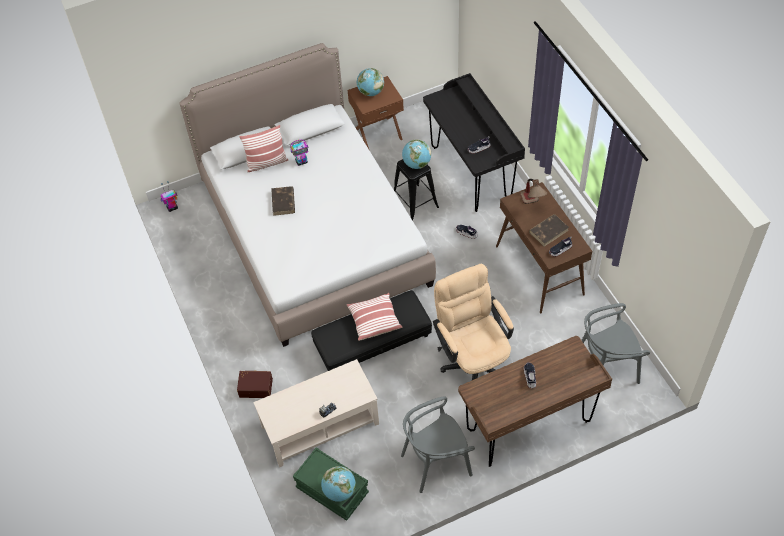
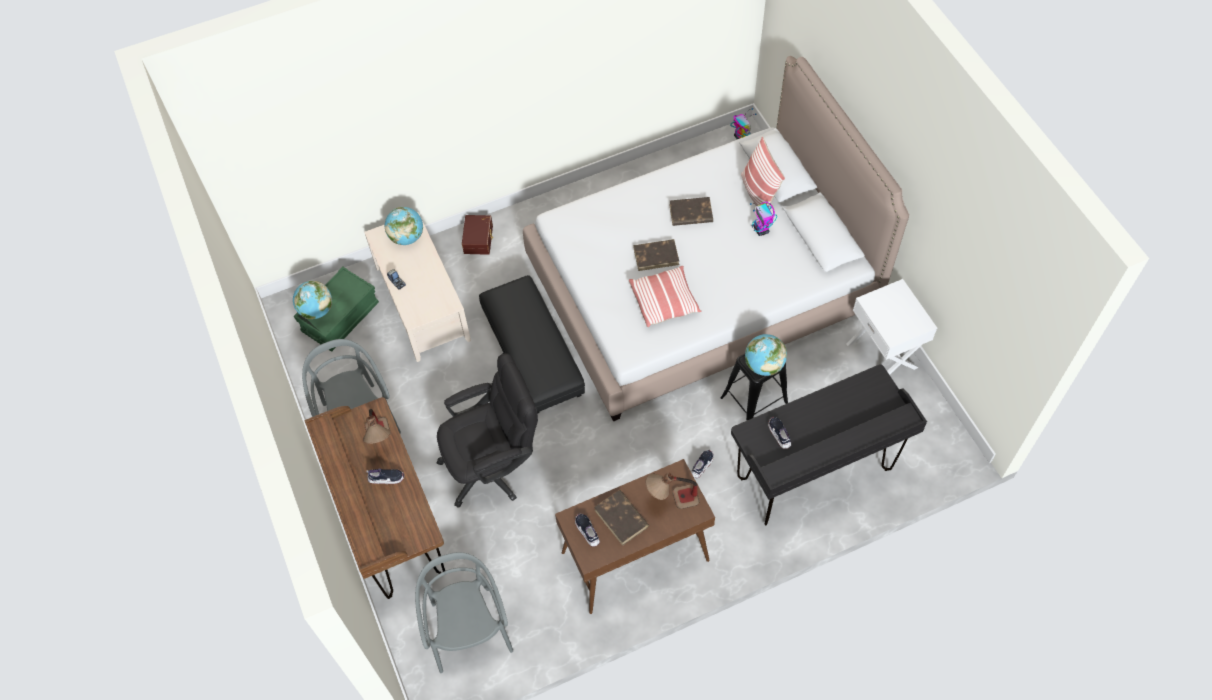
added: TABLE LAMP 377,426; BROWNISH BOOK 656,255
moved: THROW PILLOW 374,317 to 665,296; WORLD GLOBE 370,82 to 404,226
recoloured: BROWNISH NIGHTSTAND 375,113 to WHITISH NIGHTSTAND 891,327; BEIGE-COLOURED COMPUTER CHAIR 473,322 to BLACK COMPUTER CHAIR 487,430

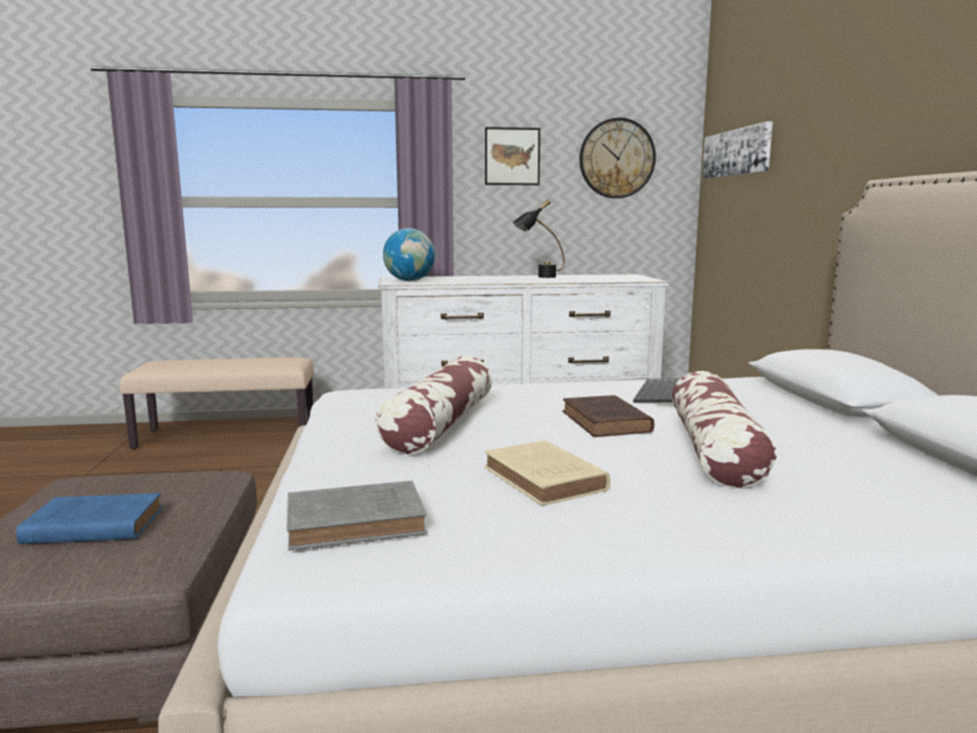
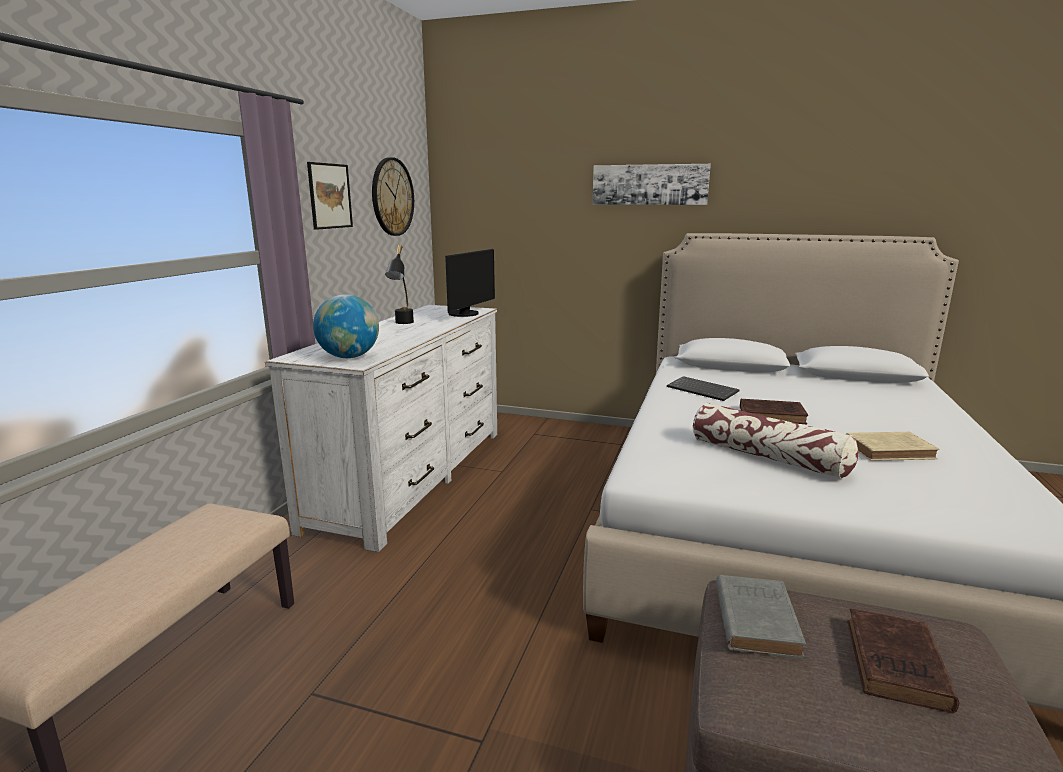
removed: THROW PILLOW 724,429
added: MONITOR 470,283
moved: GREYISH BOOK 357,516 to 761,617; WALL PICTURE 737,150 to 651,184
recoloured: BLUE BOOK 89,518 to BROWNISH BOOK 903,661

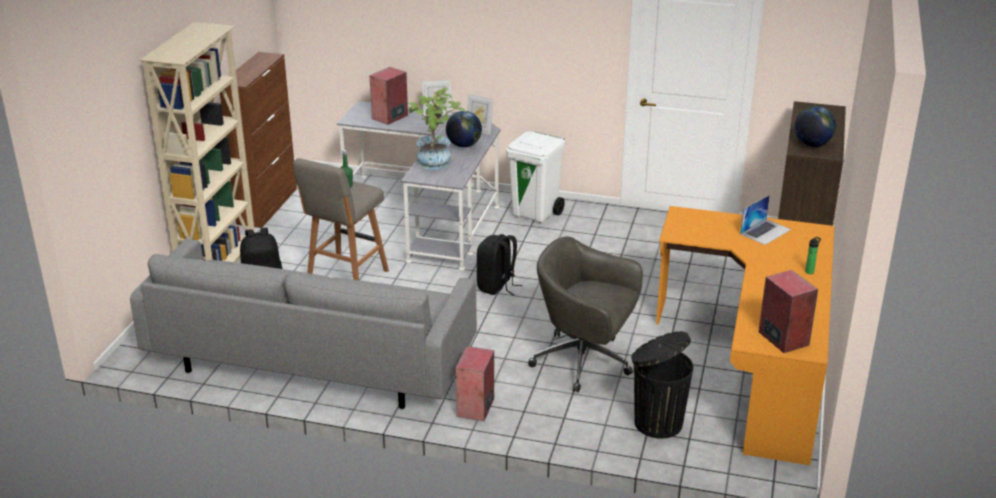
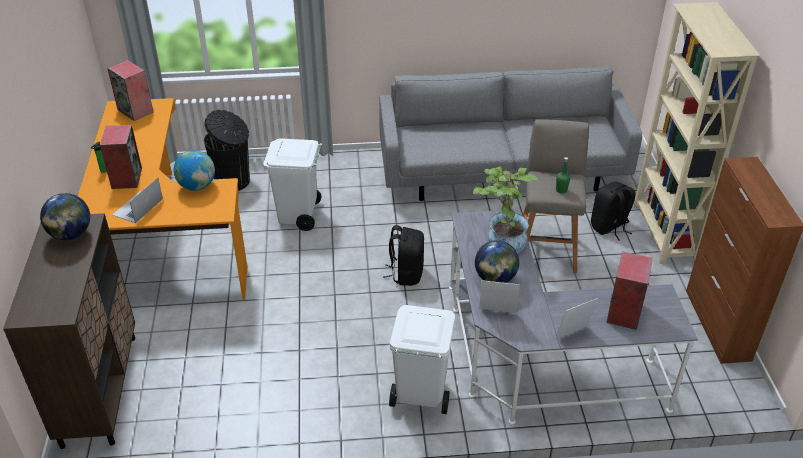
added: WORLD GLOBE 194,170
moved: AUDIO SPEAKER 475,383 to 121,157
replaced: GREYISH COMPUTER CHAIR 585,314 to WHITISH TRASH CAN 292,184

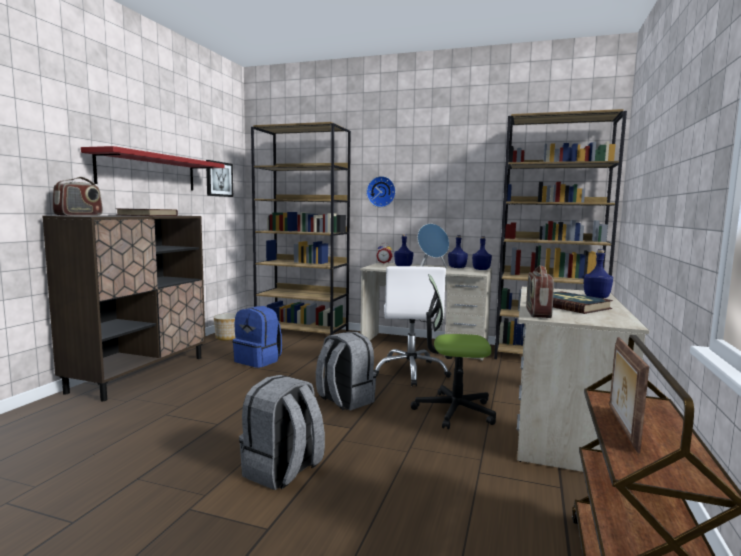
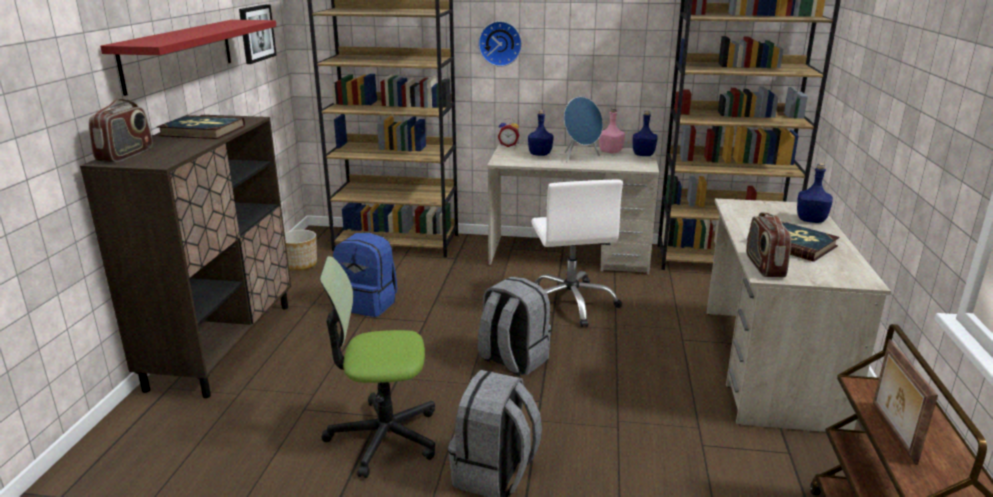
moved: COMPUTER CHAIR 453,351 to 377,367
recoloured: BLUE BOTTLE 458,251 to PINKISH BOTTLE 612,130

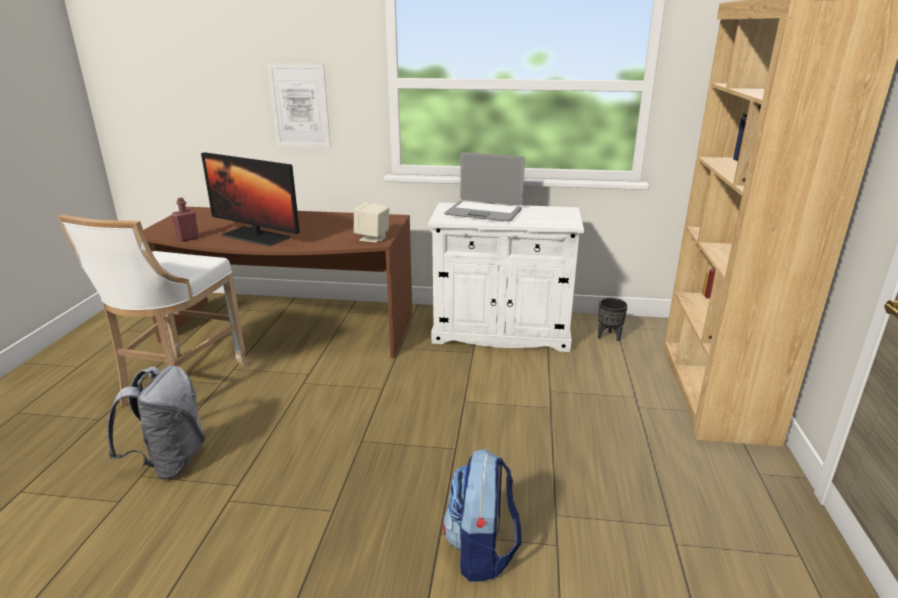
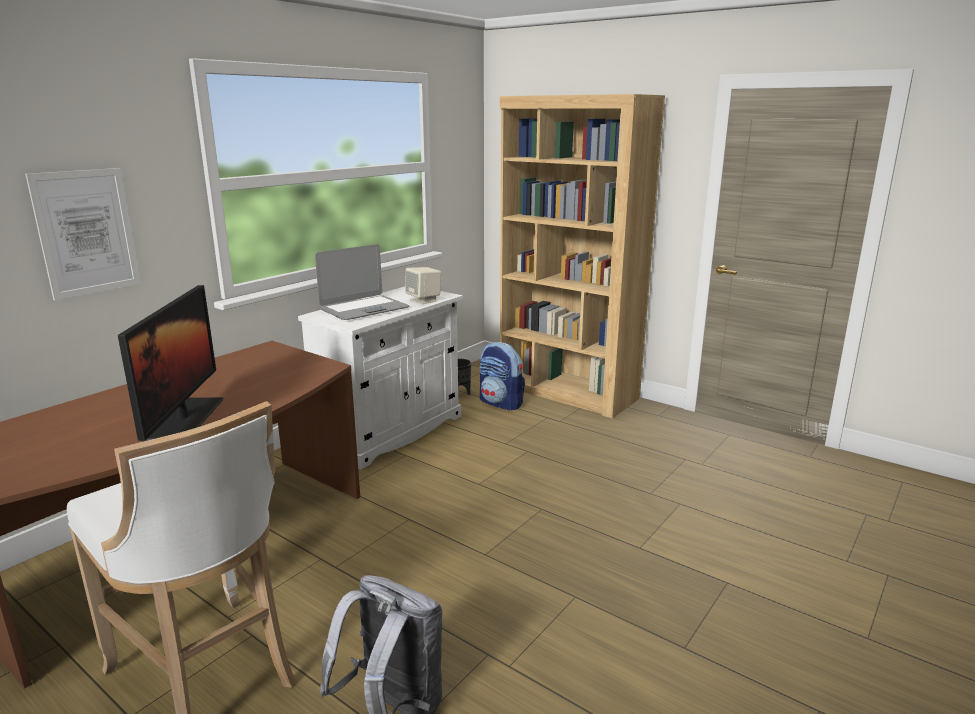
removed: RED-COLOURED BOTTLE 185,220
moved: BEIGE-COLOURED AUDIO SPEAKER 371,222 to 423,285; RUCKSACK 482,515 to 502,376
turned: MONITOR 250,199 = 170,363 60 degrees counterclockwise

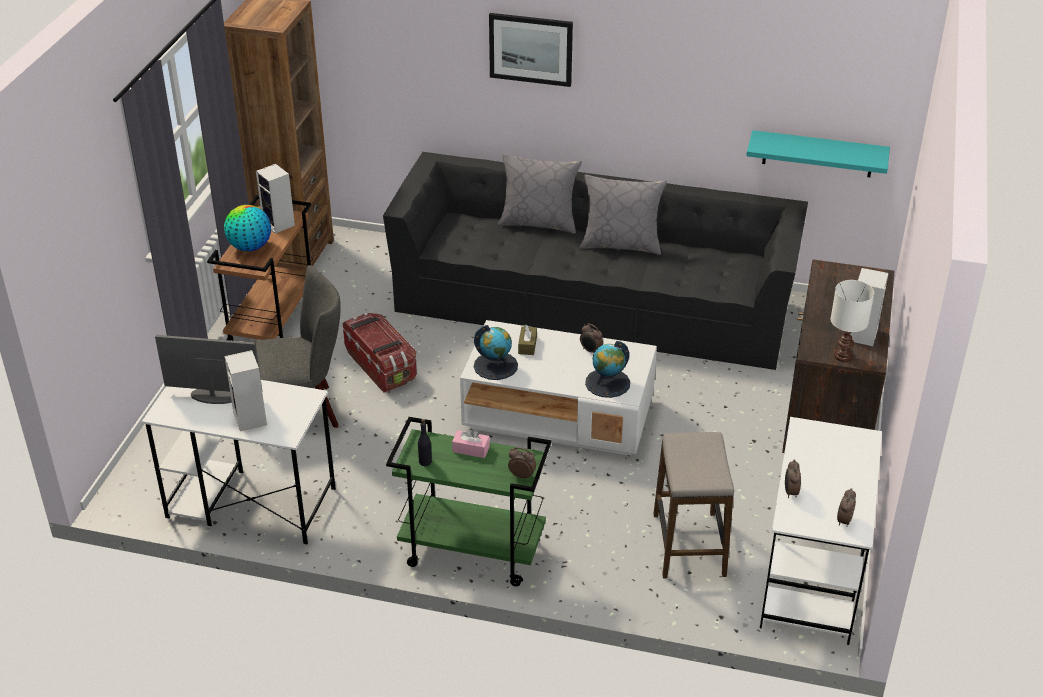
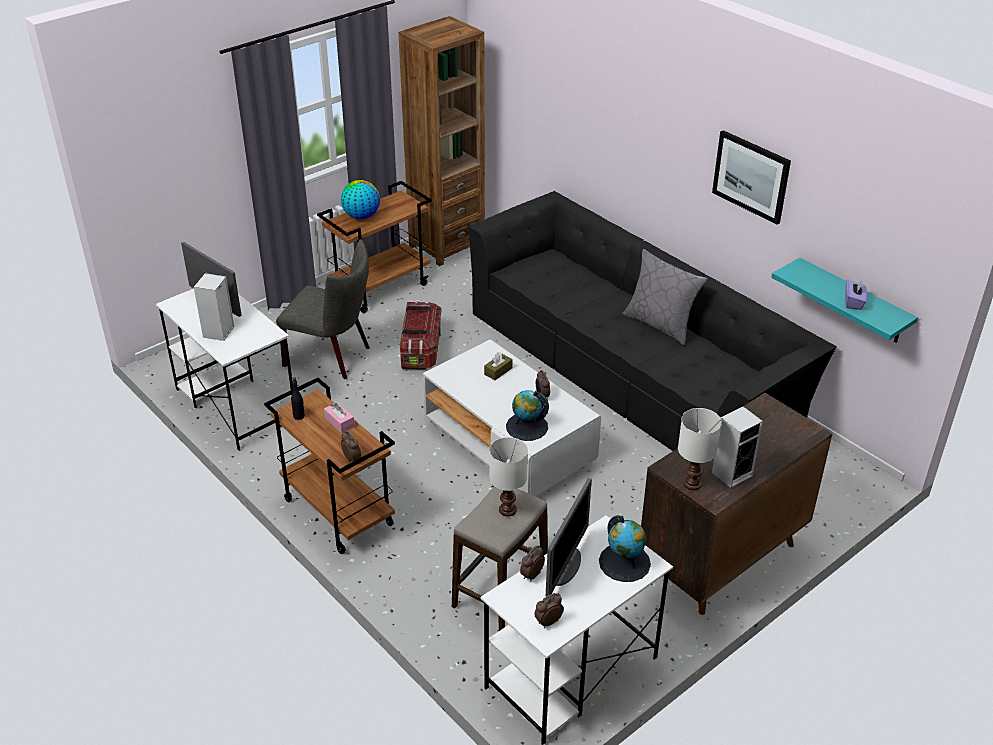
removed: AUDIO SPEAKER 275,199; GREYISH THROW PILLOW 540,193
added: WHITISH TABLE LAMP 508,476; MONITOR 569,538; PURPLE TISSUE BOX 856,295
moved: WORLD GLOBE 496,352 to 625,548; WALL PICTURE 531,50 to 751,177
recoloured: GREEN WHEELED CART 469,501 to BROWNISH WHEELED CART 329,466

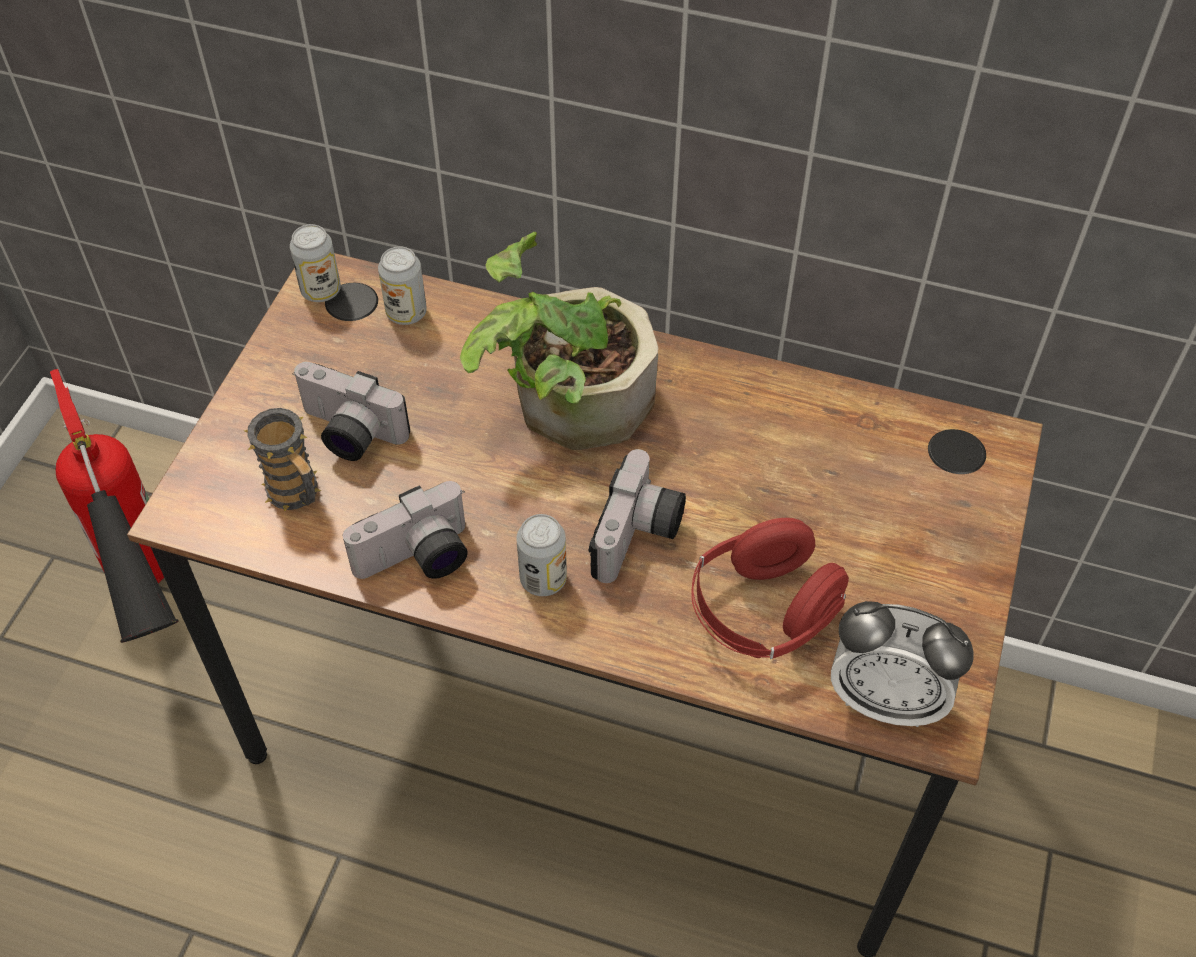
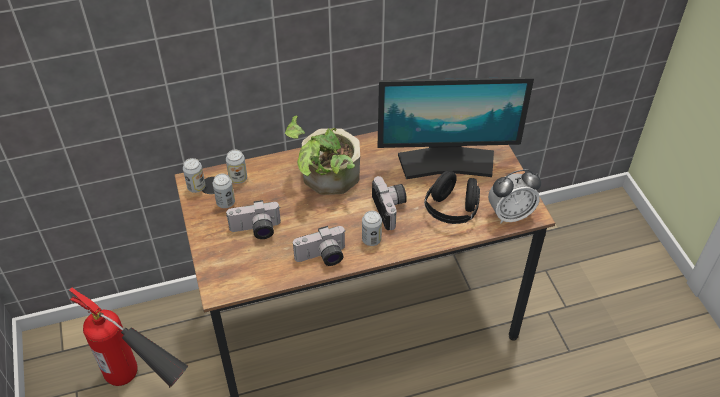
removed: COFFEE MUG 282,459
added: METAL CAN 224,190; MONITOR 456,128
recoloured: RED-COLOURED HEADSET 770,588 to BLACK HEADSET 452,197
turned: PHOTO CAMERA 405,530 = 319,246 45 degrees clockwise

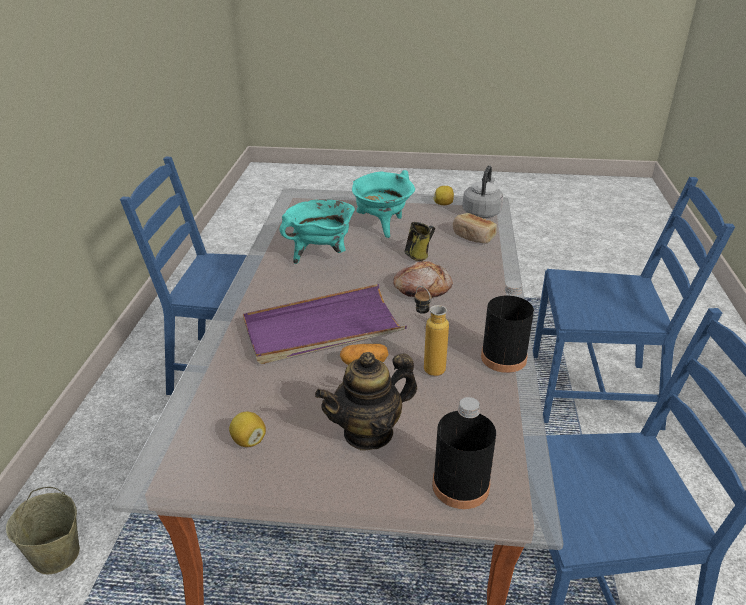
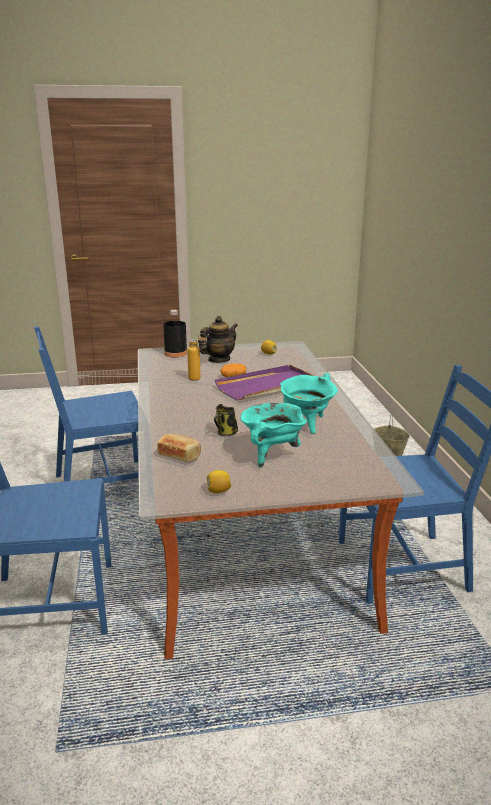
removed: BREAD 423,279; GREYISH TEA KETTLE 483,191; BLACK BOTTLE 507,327

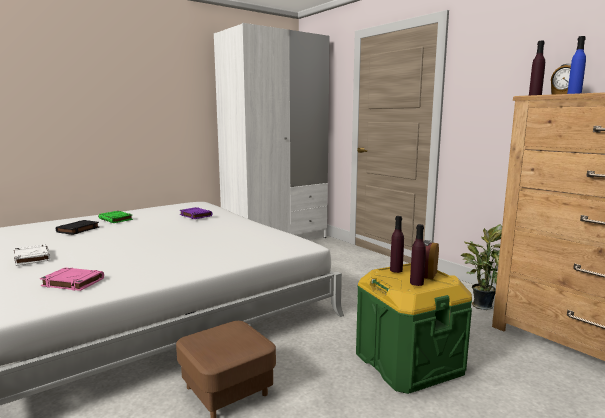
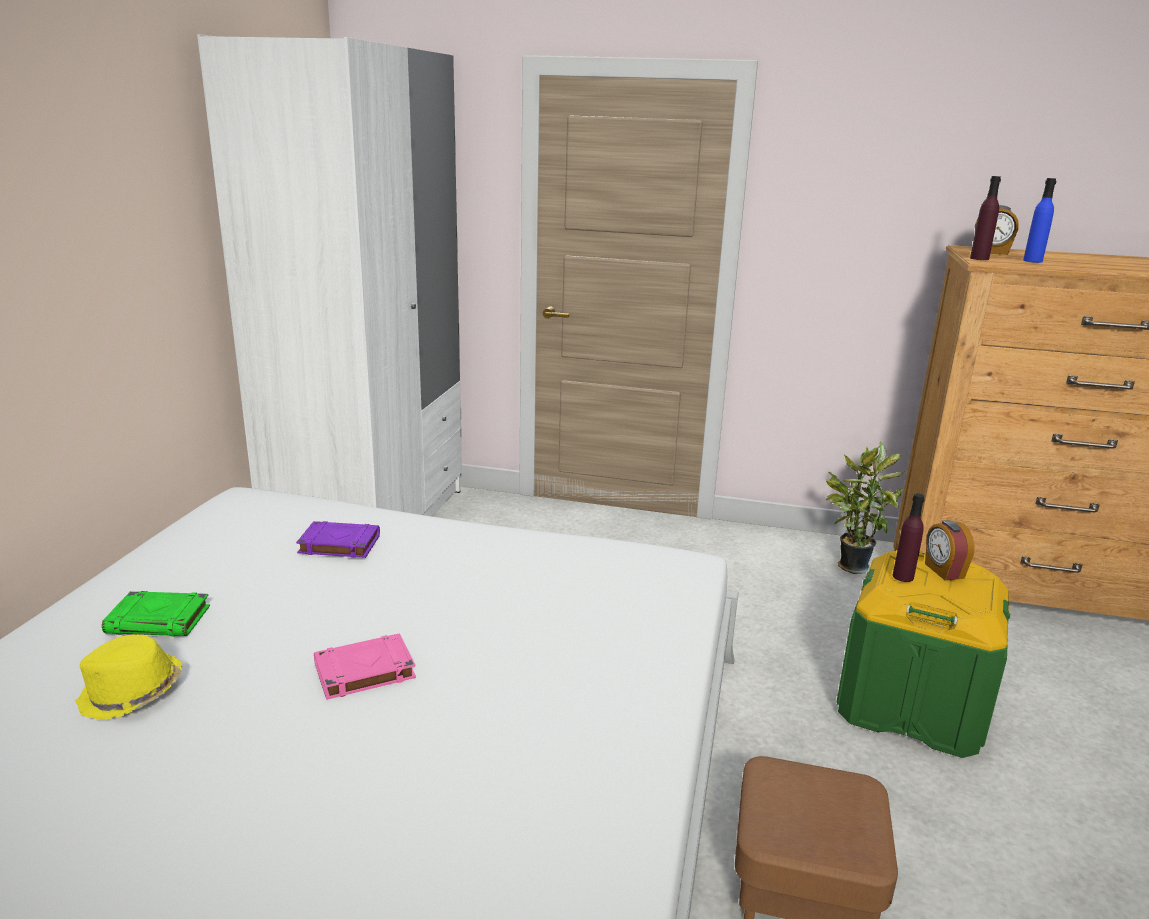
removed: WHITISH BOOK 32,255; PURPLE BOTTLE 418,255
moved: PINKISH BOOK 72,279 to 365,666
replaced: BLACK BOOK 77,227 to YELLOW-COLOURED WEARABLE HAT 128,677

